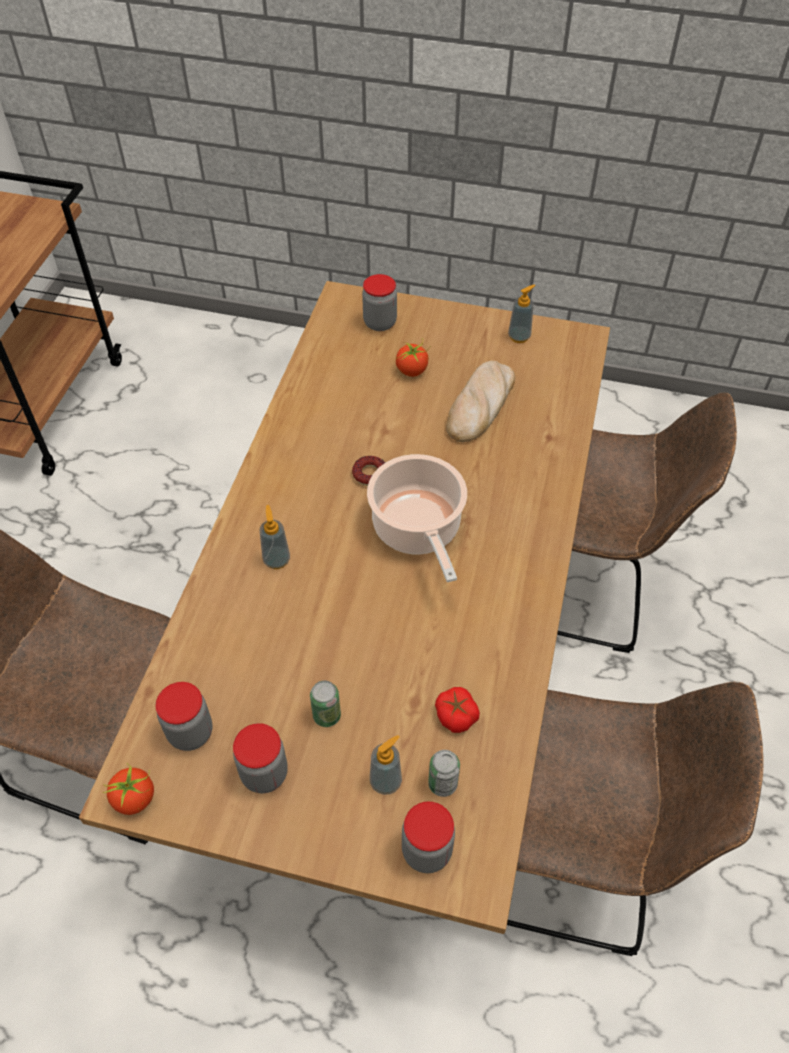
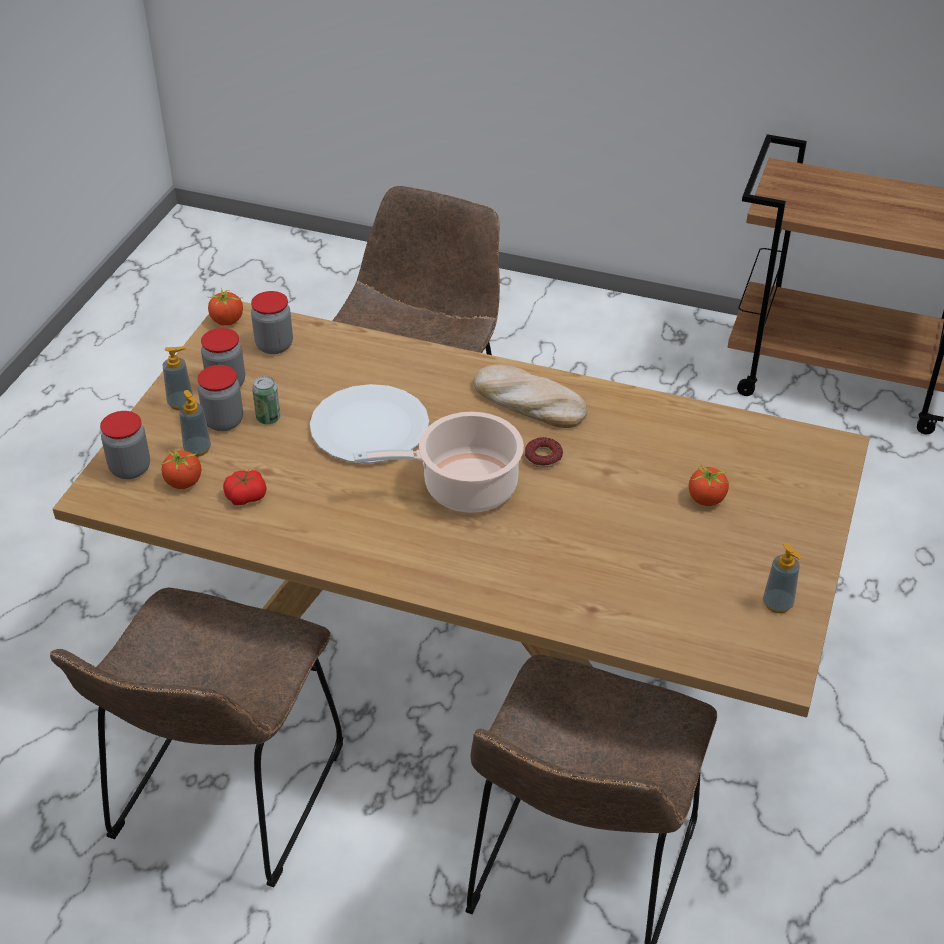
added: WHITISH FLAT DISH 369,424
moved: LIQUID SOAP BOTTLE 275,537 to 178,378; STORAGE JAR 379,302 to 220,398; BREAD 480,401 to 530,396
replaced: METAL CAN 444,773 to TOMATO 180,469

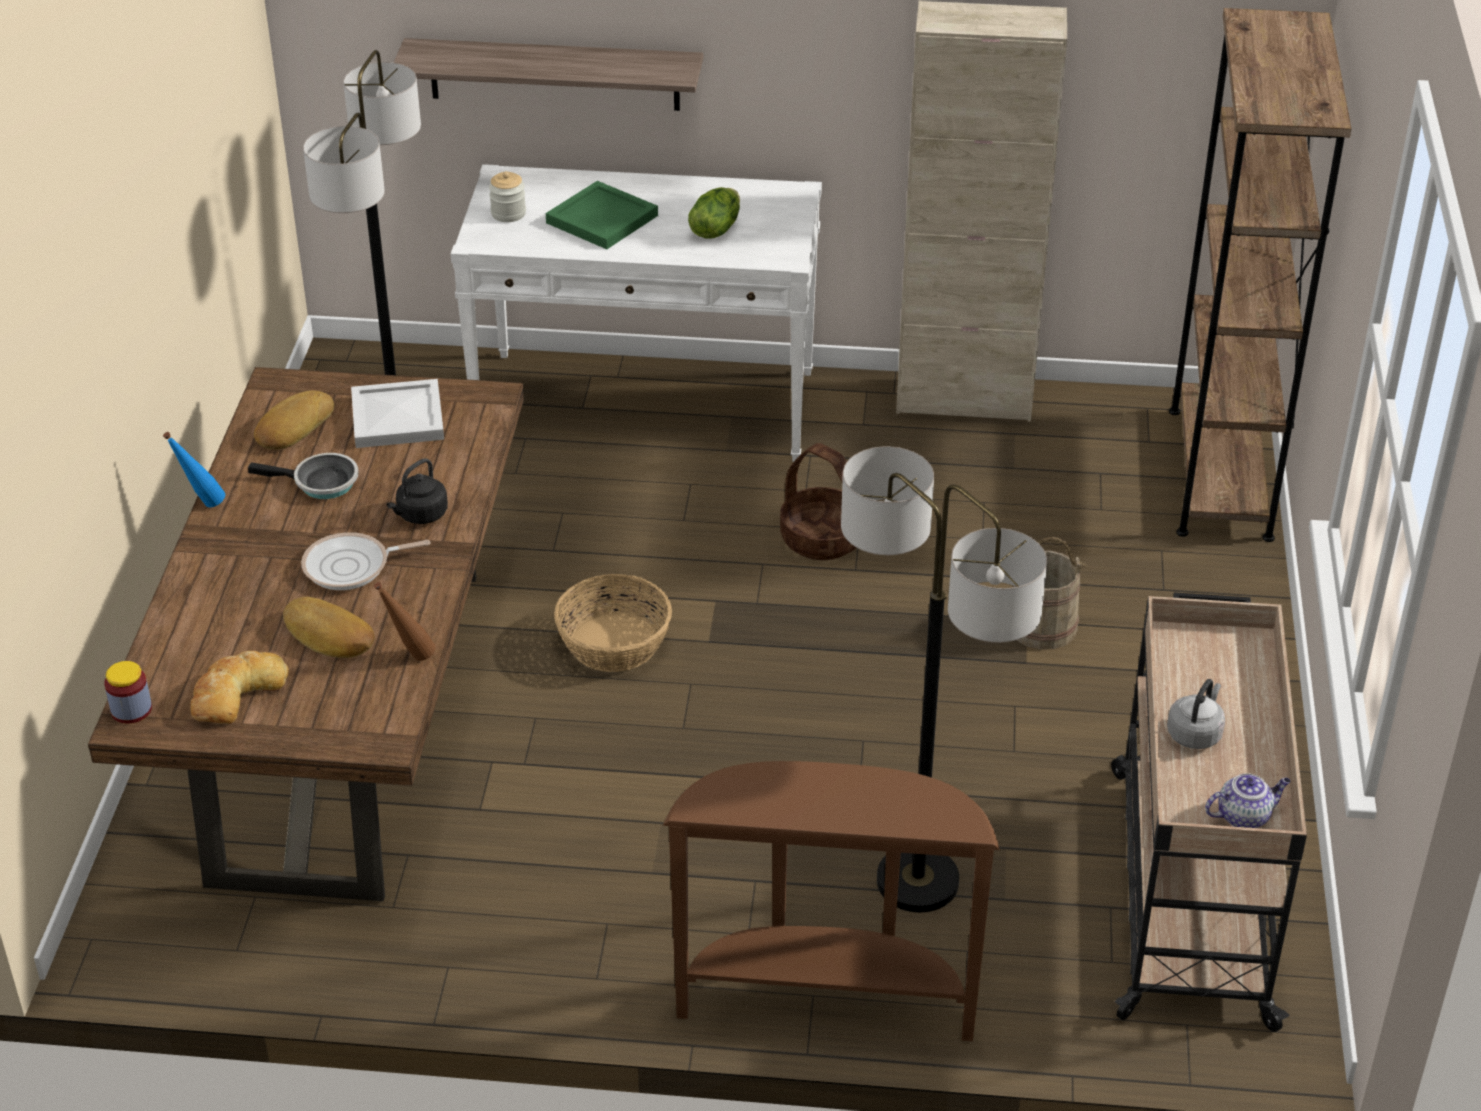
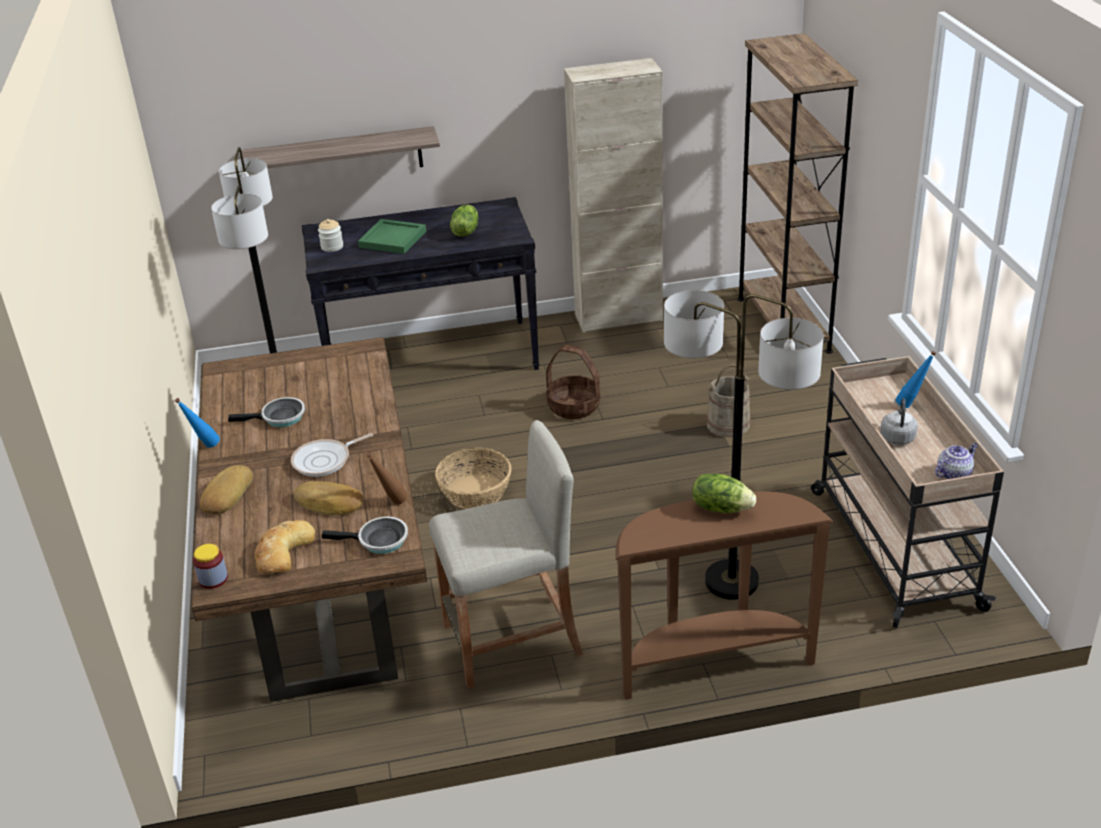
removed: WHITISH TRAY 397,413; BLACK TEA KETTLE 417,491
added: SKILLET 365,535; BEIGE-COLOURED STOOL 506,554; HEAD OF LETTUCE 724,493; BLUE BOTTLE 915,379
moved: BREAD 294,420 to 226,489
recoloured: WHITISH HALL TABLE 636,313 to BLACK HALL TABLE 421,283

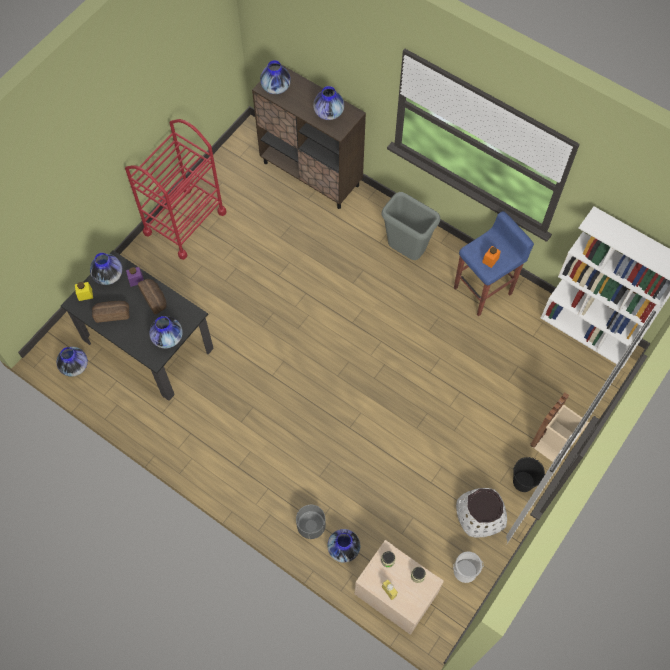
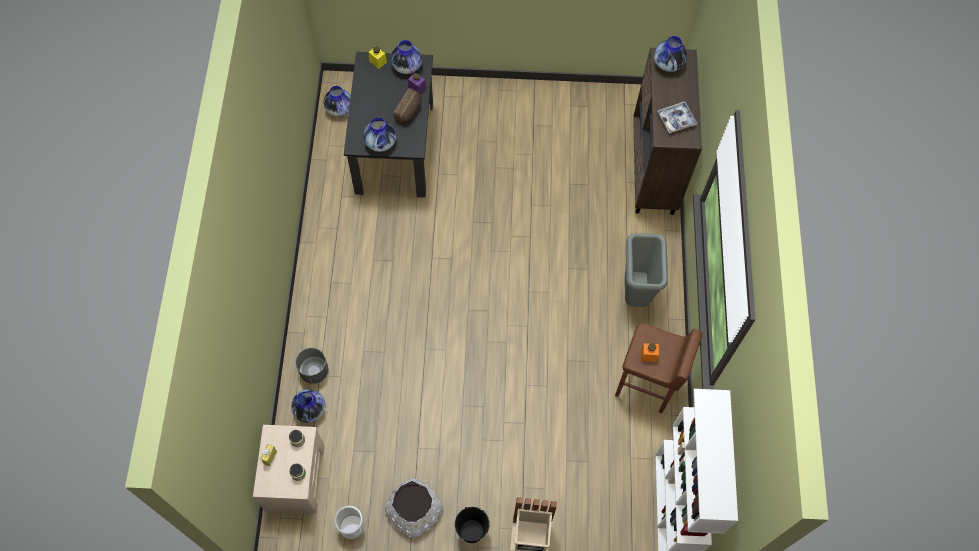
removed: BREAD 111,312; RED-COLOURED WHEELED CART 175,189
replaced: DECORATIVE VASE 328,103 to TRAY 678,117
recoloured: BLUE STOOL 494,263 to BROWNISH STOOL 658,368

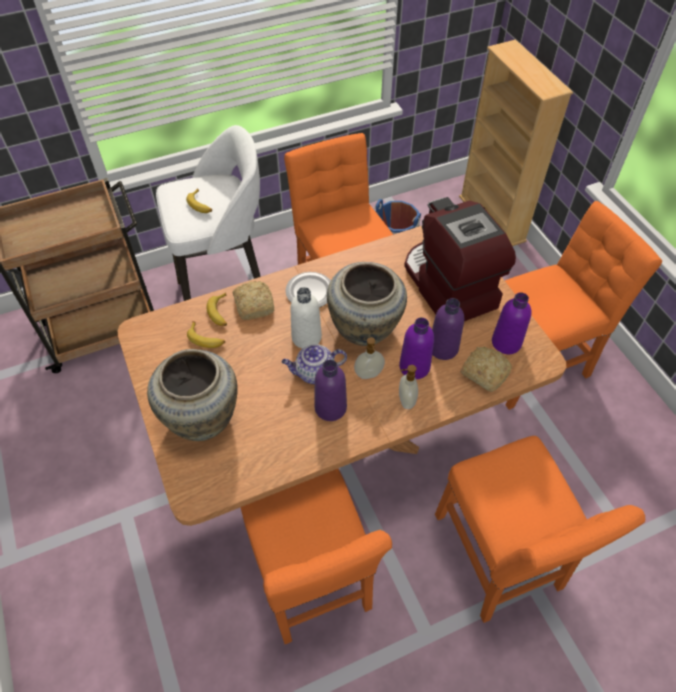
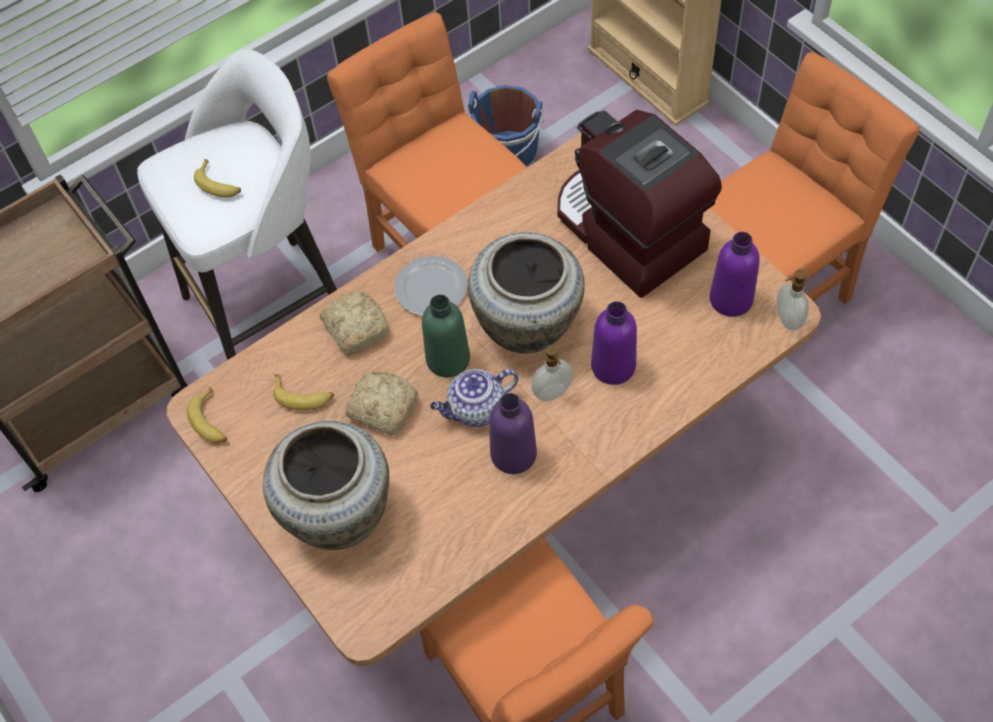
removed: PURPLE BOTTLE 448,329; ORANGE-COLOURED CHAIR 540,529
moved: WHOLE BANANA 216,309 to 207,415; LIQUID SOAP BOTTLE 408,387 to 793,300; BREAD 486,369 to 381,403
recoloured: WHITISH BOTTLE 306,318 to GREEN BOTTLE 446,335

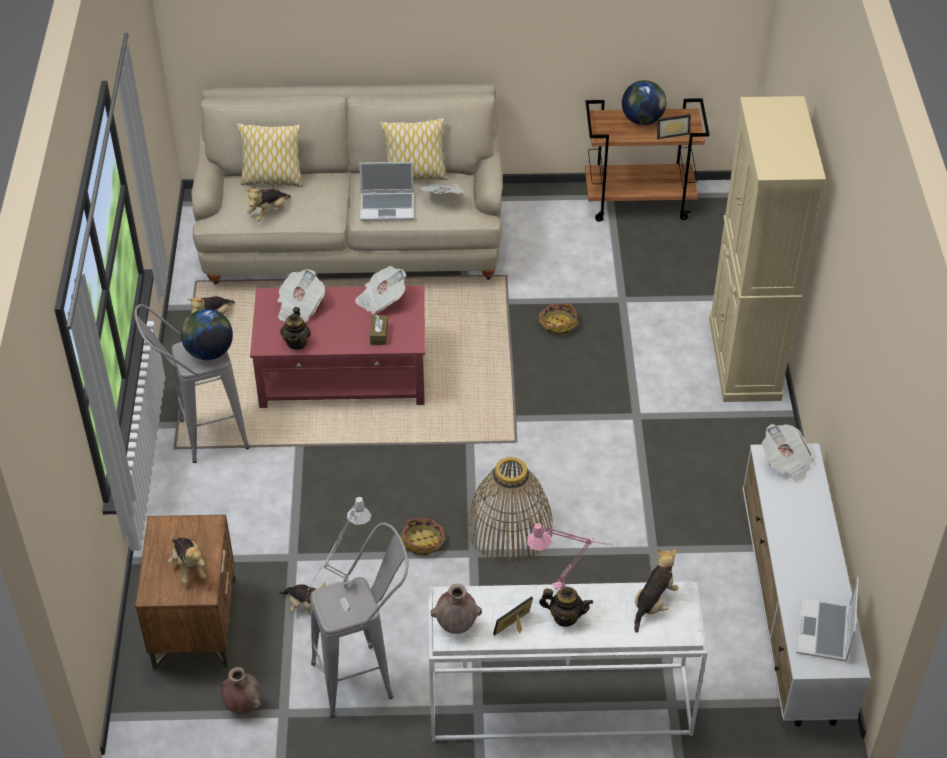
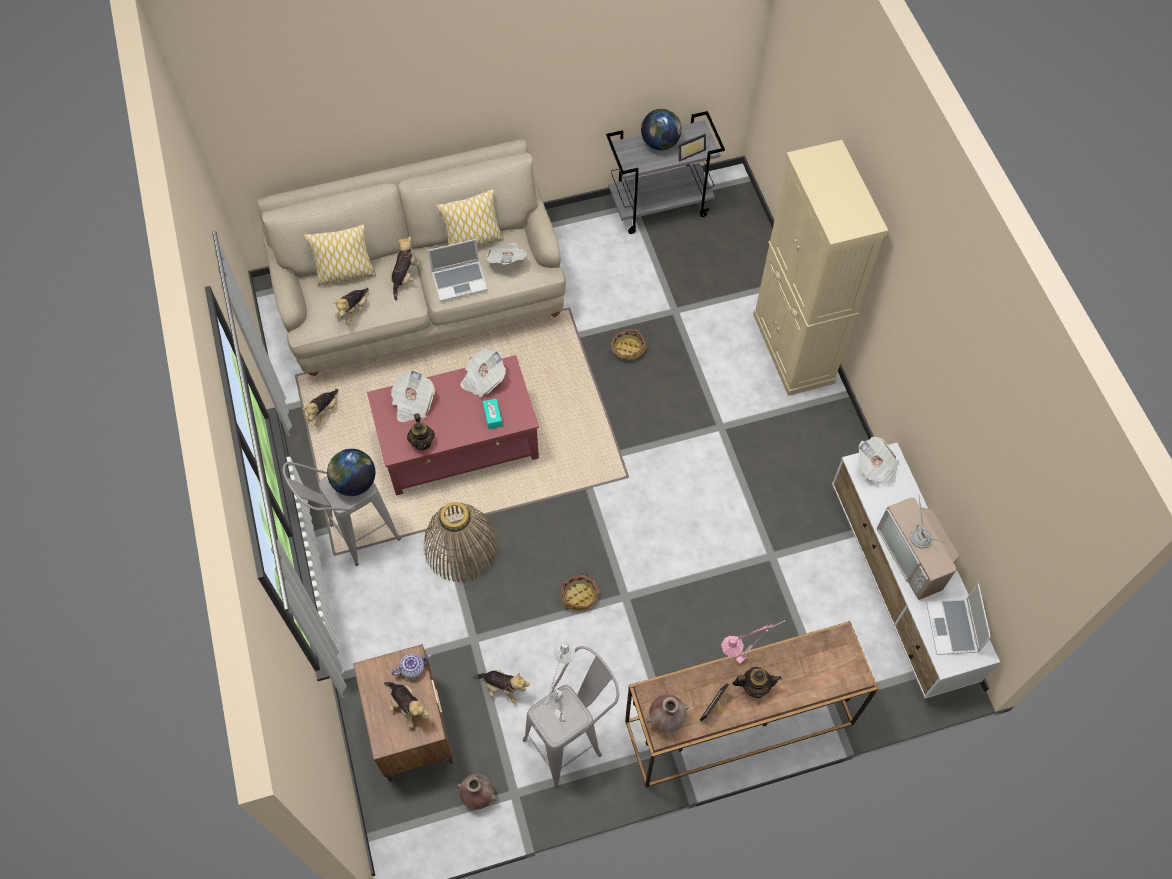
added: TEAPOT 411,666; TV SET 918,548
moved: STORAGE BASKET 509,510 to 461,542; CUDDLY TOY 656,591 to 405,268
recoloured: BROWNISH TISSUE BOX 379,330 to TURQUOISE TISSUE BOX 492,414; WHITISH HALL TABLE 568,662 to BROWNISH HALL TABLE 751,704; BROWNISH WHEELED CART 647,160 to GREYISH WHEELED CART 665,172

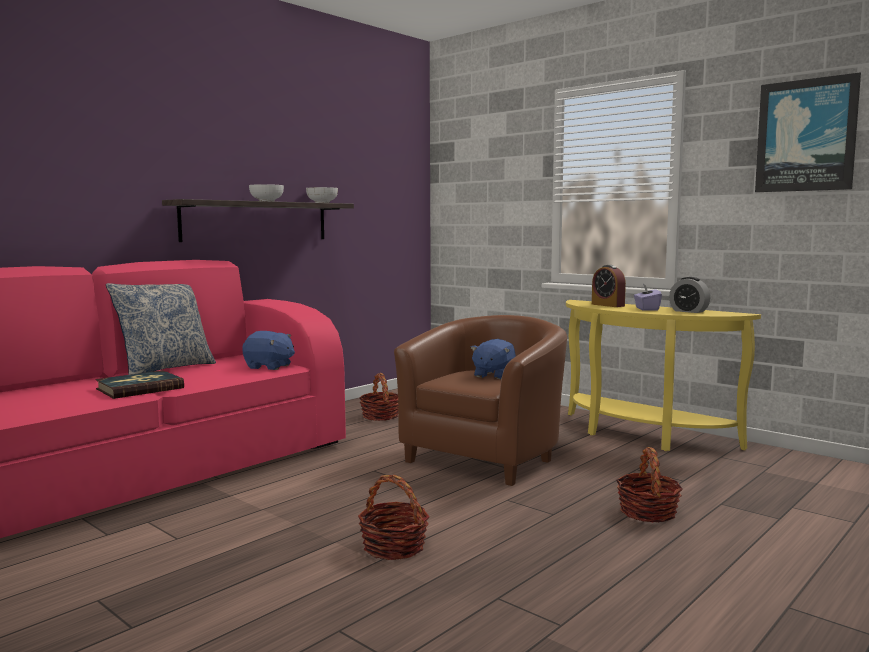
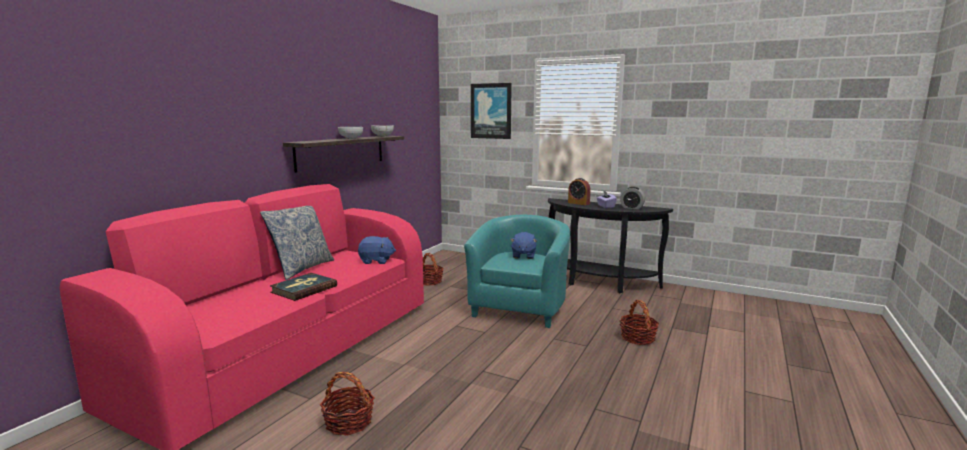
moved: STORAGE BASKET 394,517 to 347,403; WALL PICTURE 808,132 to 491,111
recoloured: BROWNISH ARMCHAIR 480,400 to TURQUOISE ARMCHAIR 517,271; YELLOW-COLOURED HALL TABLE 663,375 to BLACK HALL TABLE 610,245

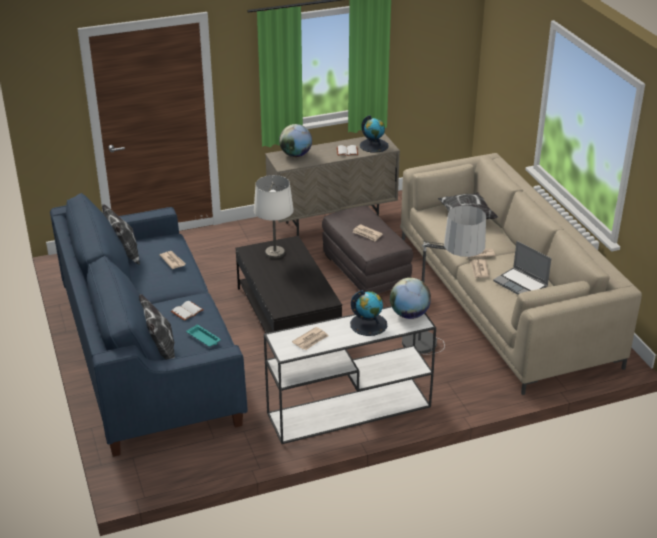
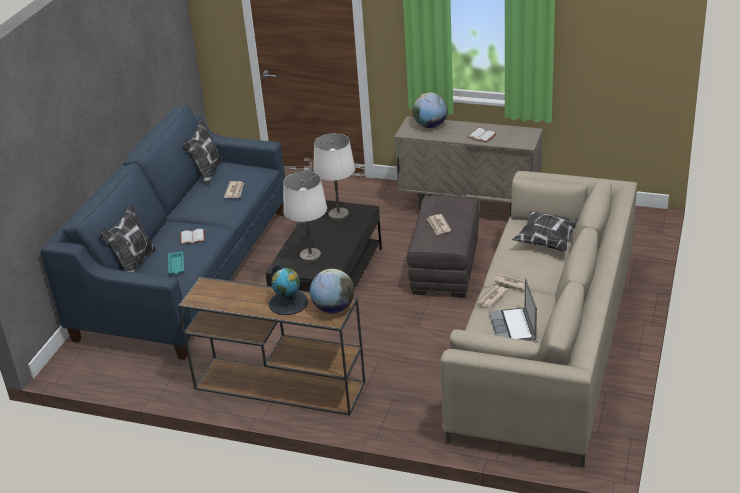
removed: PRINTED PAPER 310,338; WORLD GLOBE 374,134; FLOOR LAMP 444,280
added: WHITISH TABLE LAMP 305,217
recoloured: WHITISH HALL TABLE 350,375 to BROWNISH HALL TABLE 271,346

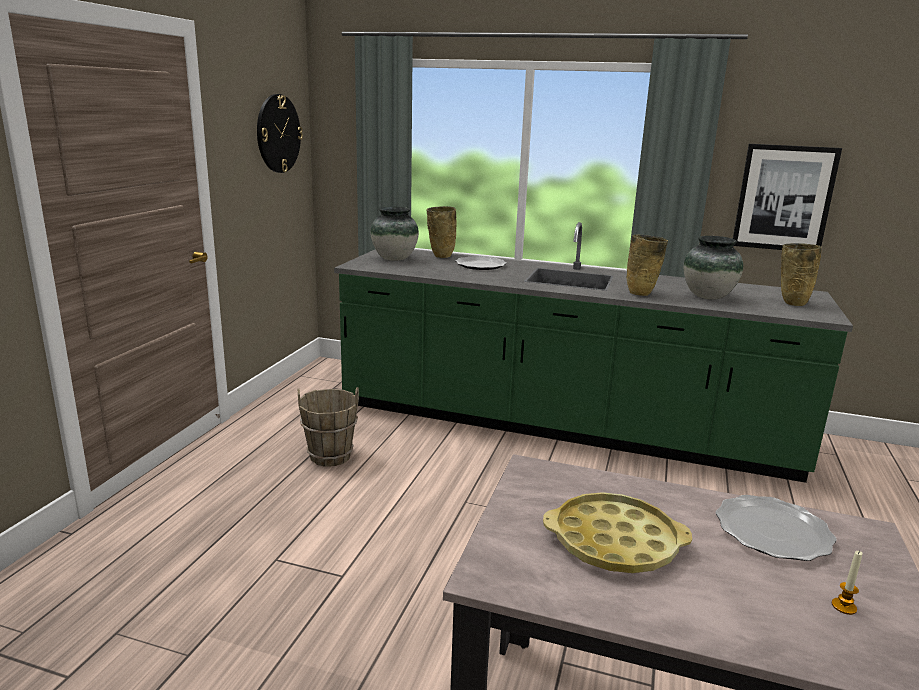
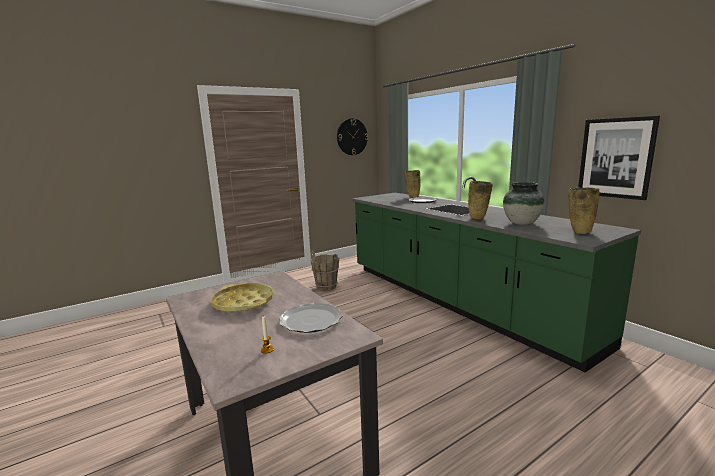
removed: DECORATIVE VASE 394,233

